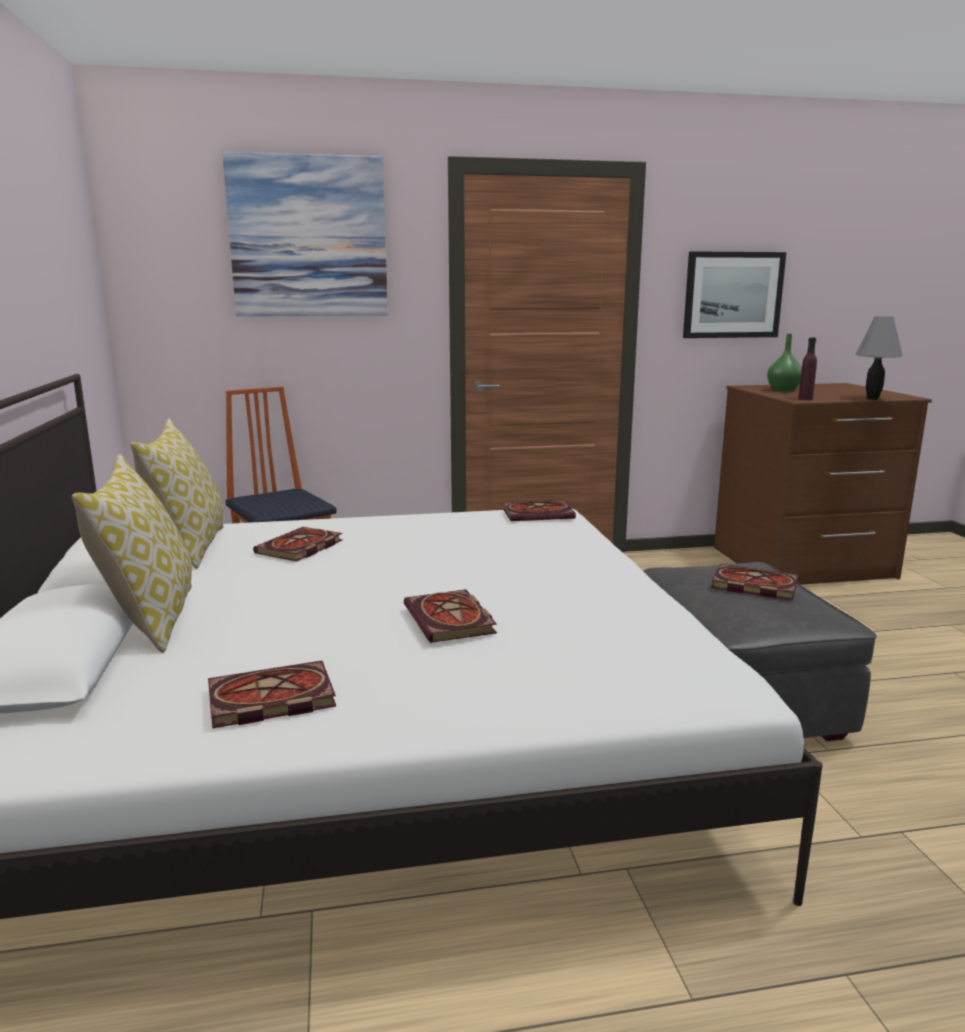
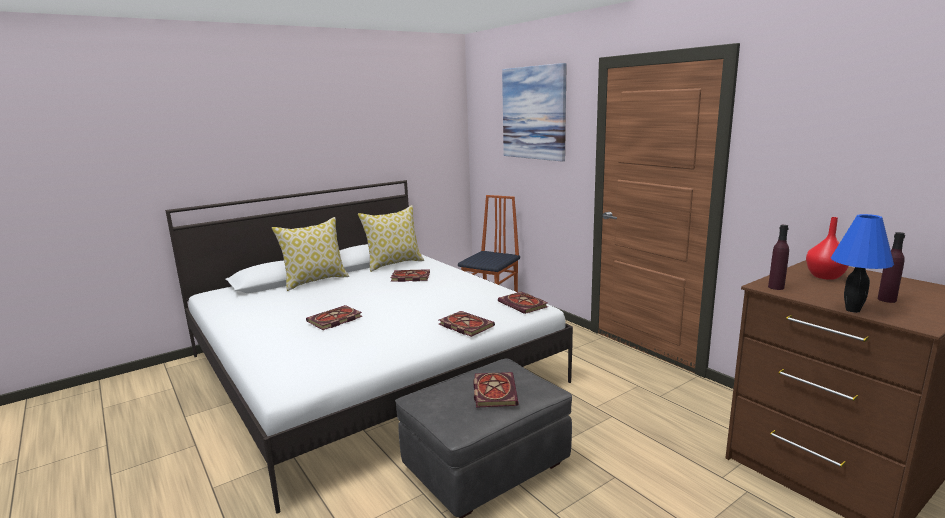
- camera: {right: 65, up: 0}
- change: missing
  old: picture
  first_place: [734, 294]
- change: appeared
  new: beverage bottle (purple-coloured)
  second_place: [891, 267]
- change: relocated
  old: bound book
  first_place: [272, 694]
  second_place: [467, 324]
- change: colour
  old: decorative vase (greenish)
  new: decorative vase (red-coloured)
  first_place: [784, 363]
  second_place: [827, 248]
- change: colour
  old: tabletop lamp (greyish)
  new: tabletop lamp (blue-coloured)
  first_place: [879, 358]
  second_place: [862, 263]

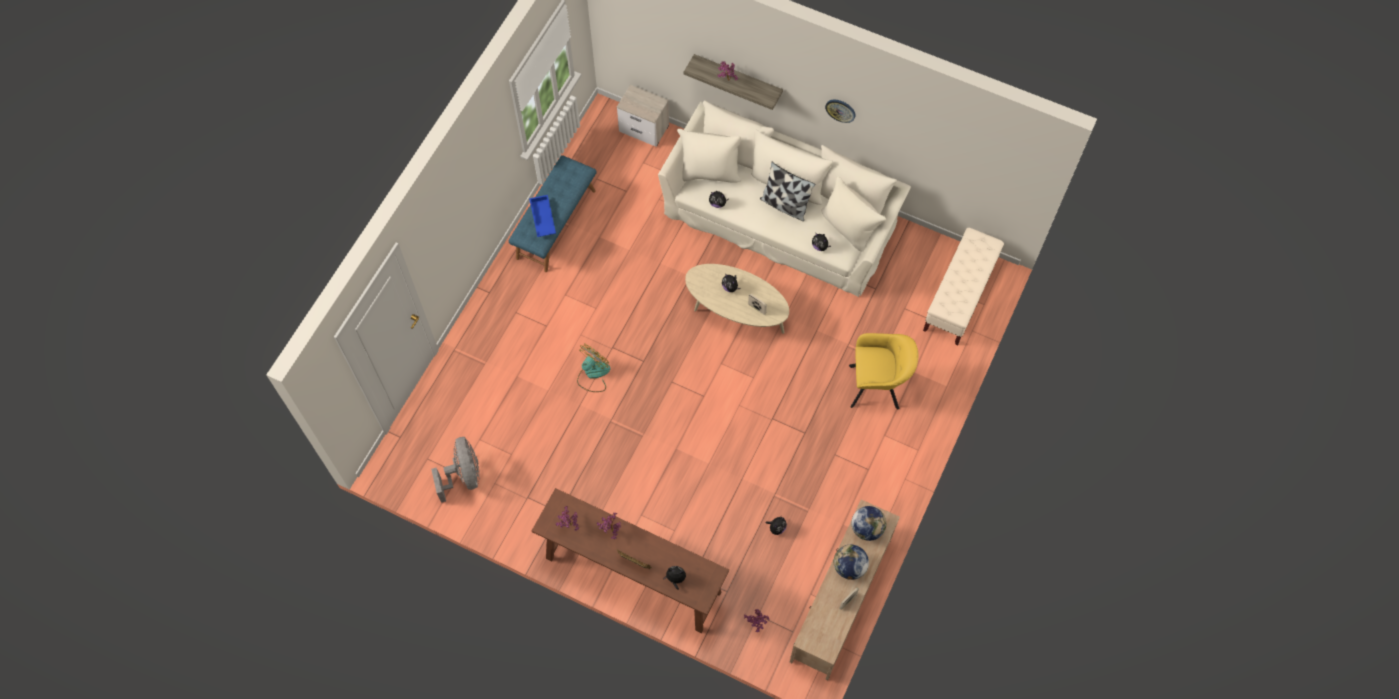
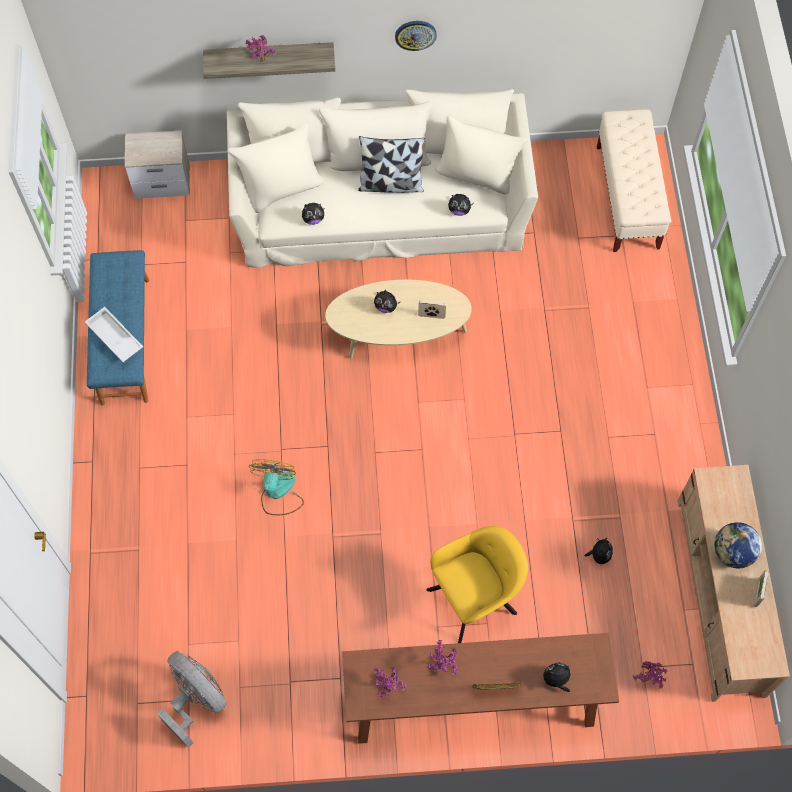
- camera: {right: -30, up: 0}
- change: missing
  old: world globe
  first_place: [868, 523]
- change: relocated
  old: easy chair (yellowish)
  first_place: [884, 371]
  second_place: [477, 584]
- change: colour
  old: tray (blue-coloured)
  new: tray (white-coloured)
  first_place: [542, 216]
  second_place: [114, 334]

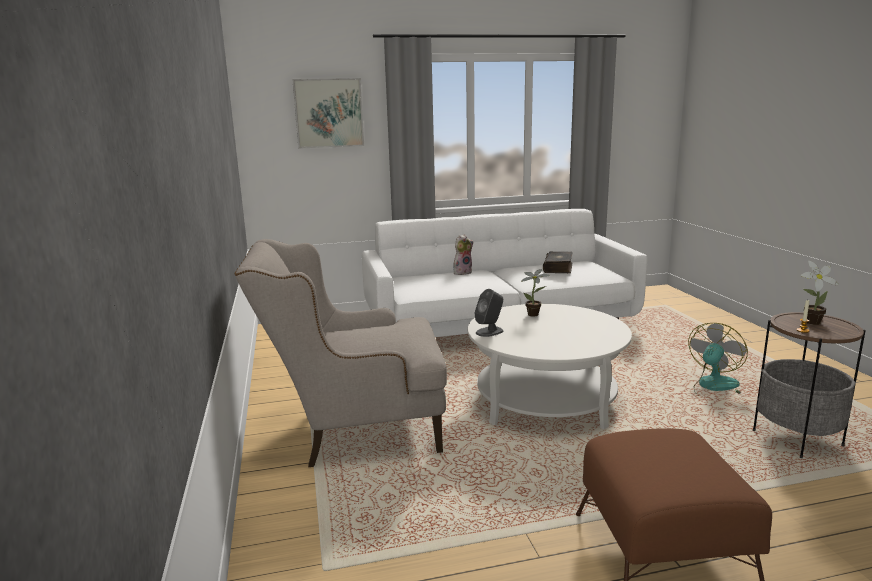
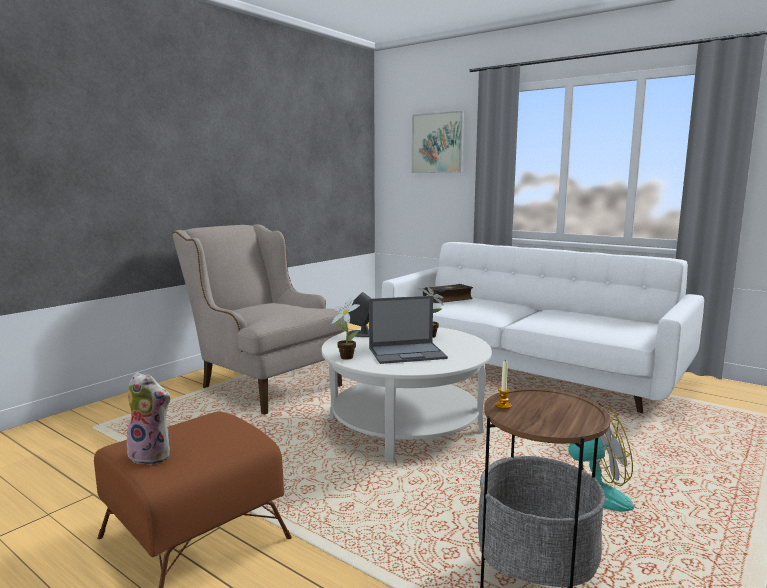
- camera: {right: 50, up: -5}
- change: appeared
  new: laptop
  second_place: [408, 330]
- change: relocated
  old: plush toy
  first_place: [464, 254]
  second_place: [147, 418]
- change: relocated
  old: bound book
  first_place: [558, 262]
  second_place: [448, 293]
- change: relocated
  old: potted plant
  first_place: [819, 293]
  second_place: [346, 328]

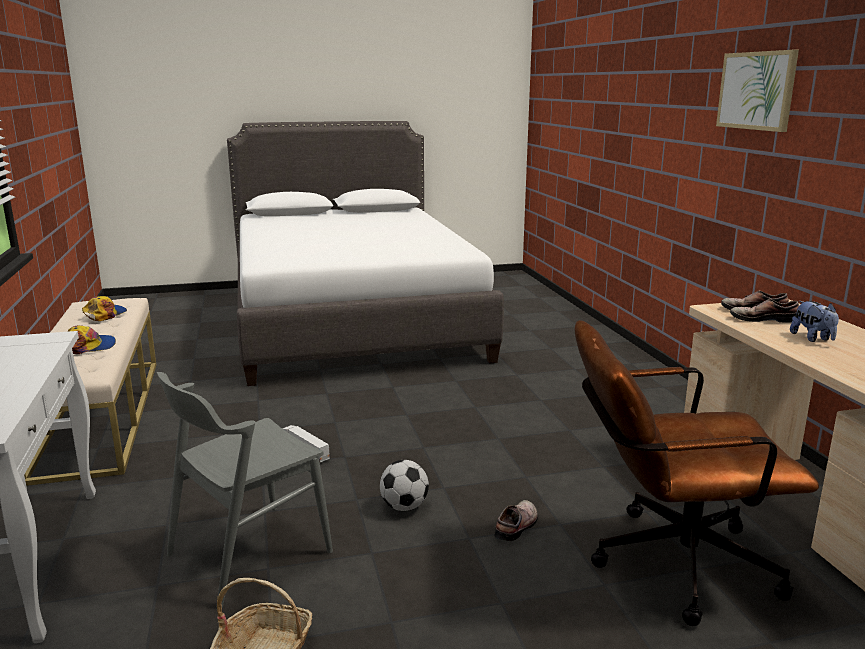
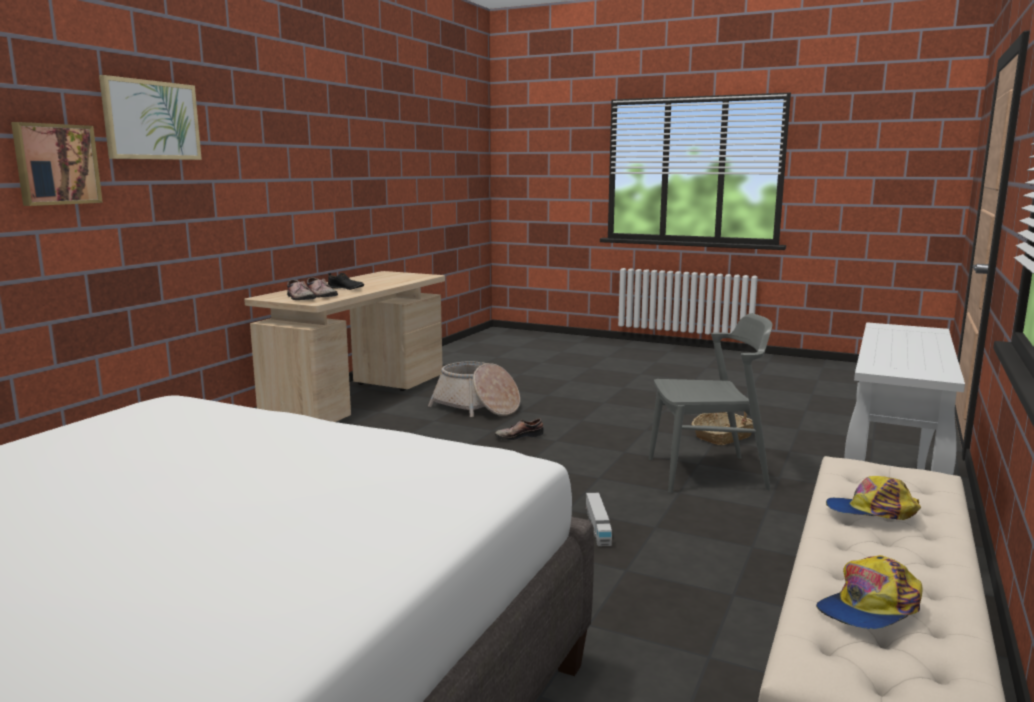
- camera: {right: -140, up: -5}
- change: missing
  old: ball for football
  first_place: [404, 485]
- change: appeared
  new: picture
  second_place: [57, 164]
- change: exchanged
  old: computer chair (brown)
  new: household basket
  first_place: [696, 473]
  second_place: [474, 389]
- change: exchanged
  old: plush toy
  new: item of footwear (black)
  first_place: [814, 321]
  second_place: [346, 281]

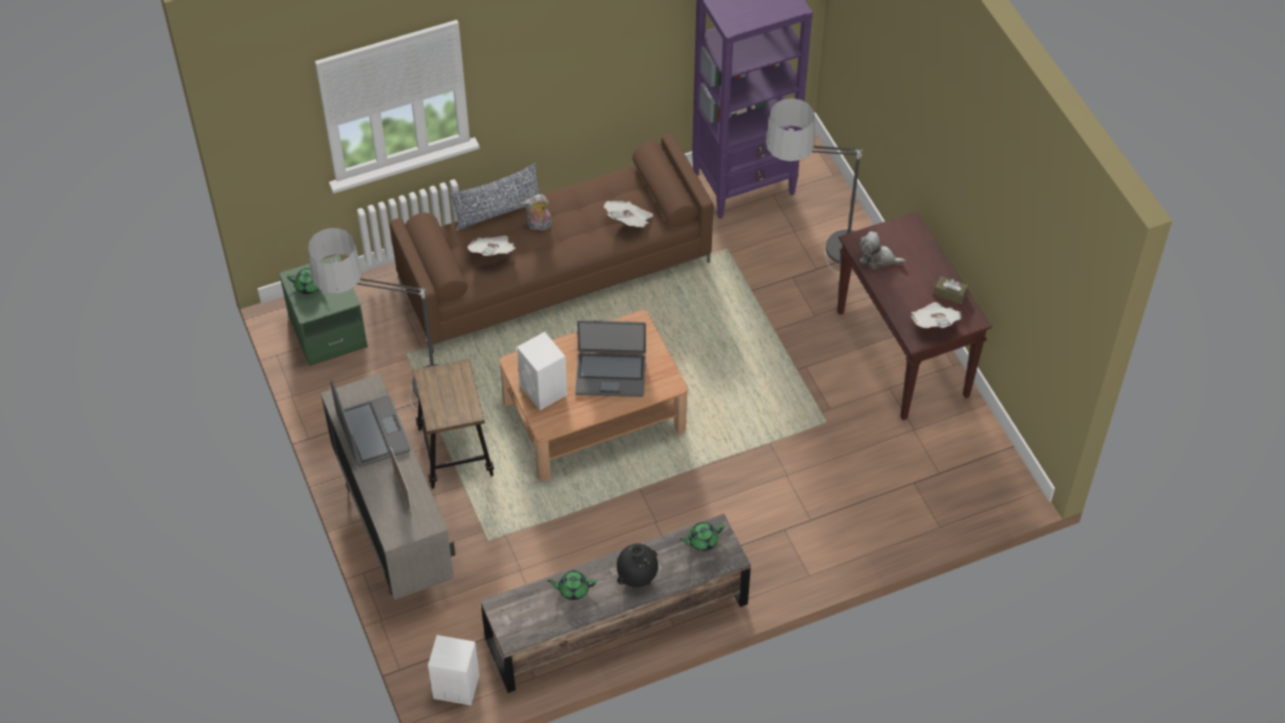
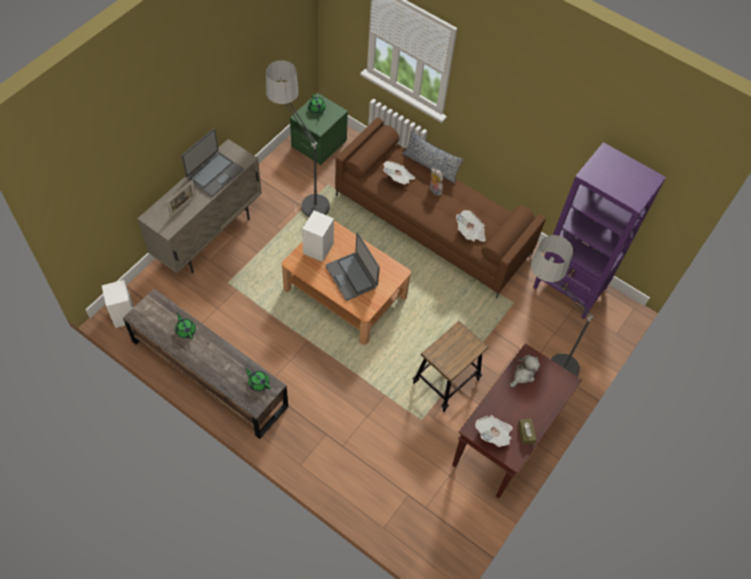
- camera: {right: 55, up: 5}
- change: missing
  old: decorative vase (black)
  first_place: [637, 565]
- change: relocated
  old: sitting stool
  first_place: [453, 424]
  second_place: [450, 366]
- change: spun
  old: plush toy
  first_place: [882, 250]
  second_place: [525, 370]
  degrees: 60

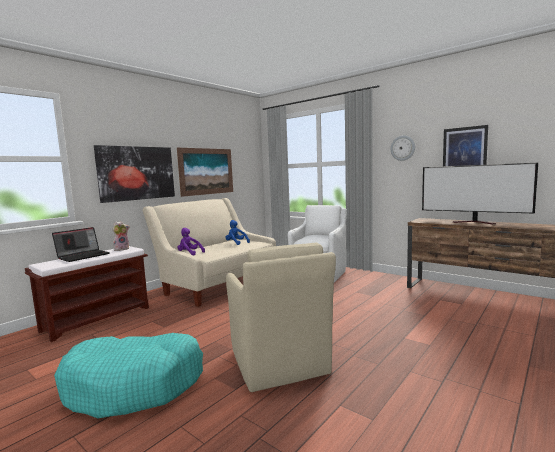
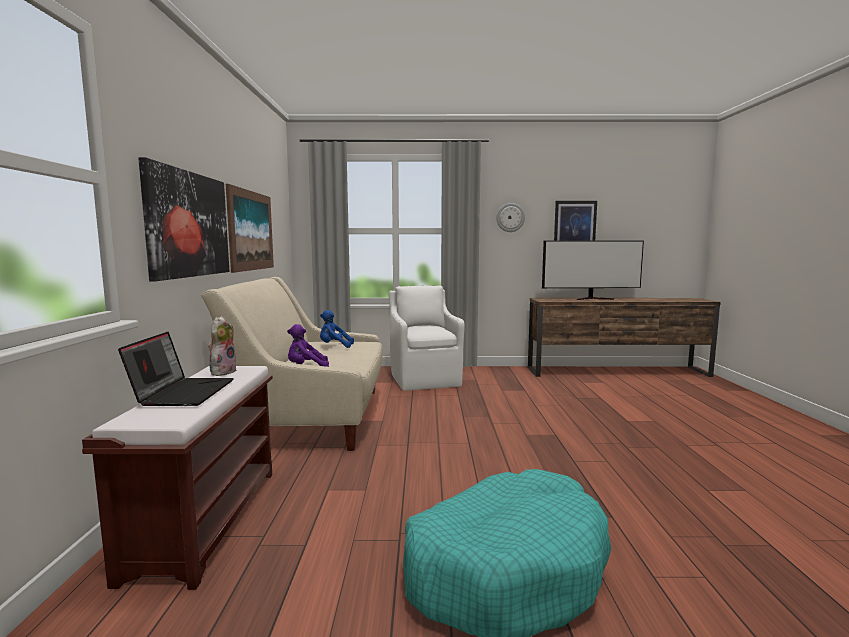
- camera: {right: -40, up: 0}
- change: missing
  old: easy chair (sand-coloured)
  first_place: [281, 317]

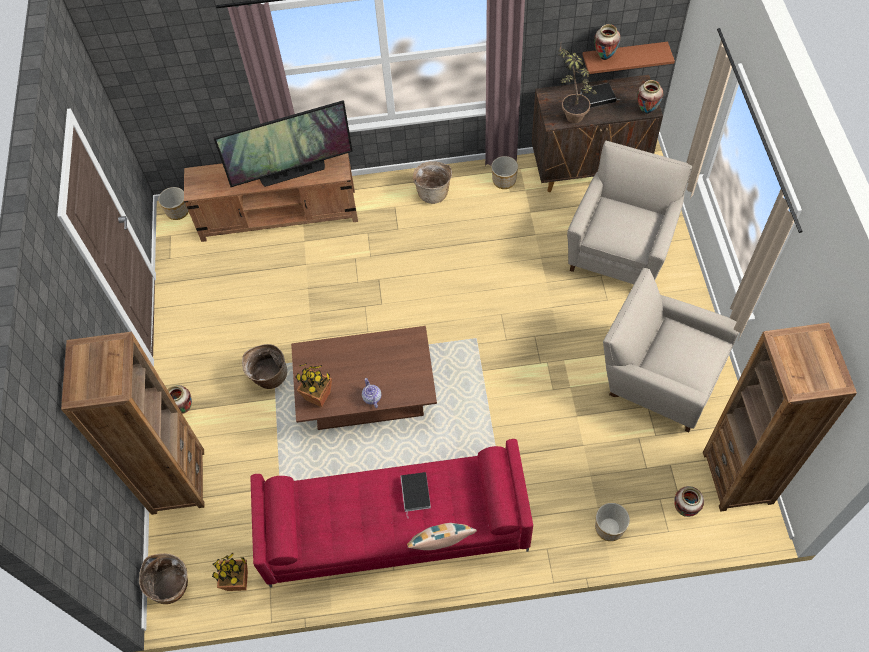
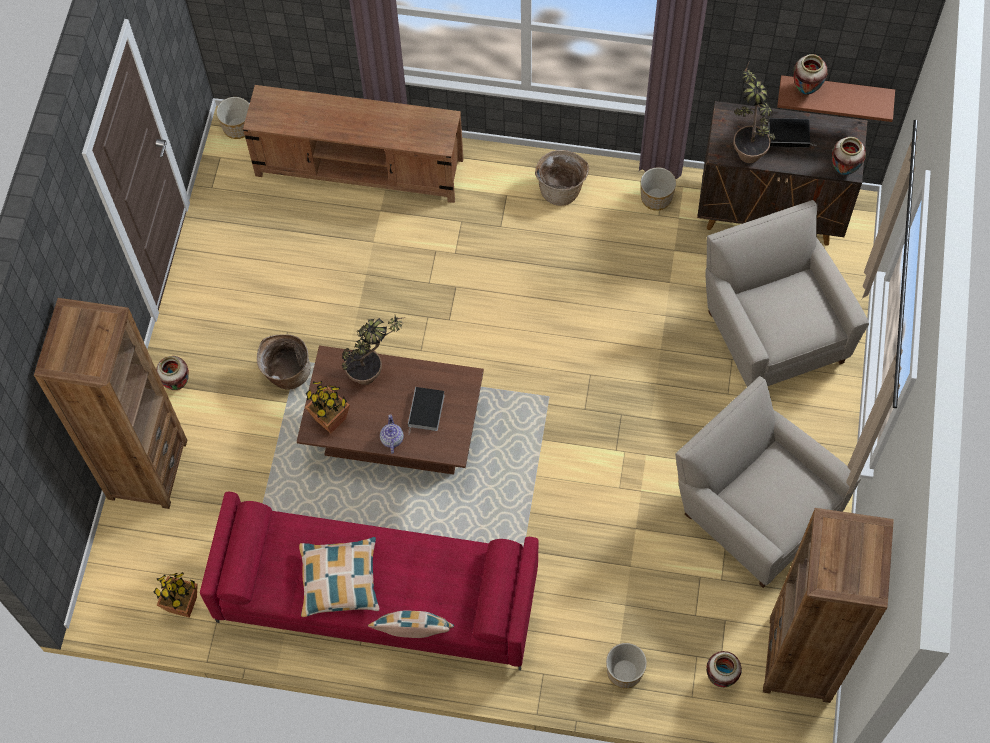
- camera: {right: 15, up: 5}
- change: missing
  old: household basket
  first_place: [163, 578]
- change: missing
  old: TV
  first_place: [283, 143]
- change: appeared
  new: throw pillow
  second_place: [339, 577]
- change: appeared
  new: potted plant
  second_place: [374, 350]
- change: relocated
  old: bound book
  first_place: [415, 495]
  second_place: [426, 409]
- change: spun
  old: easy chair (sand-coloured)
  first_place: [629, 212]
  second_place: [787, 293]
  degrees: -60

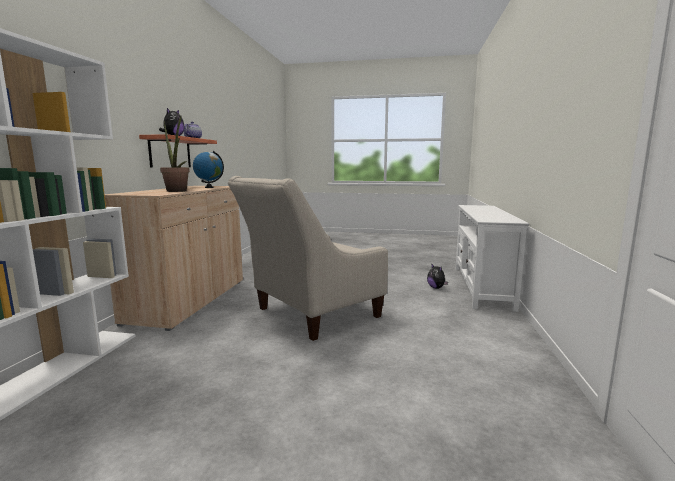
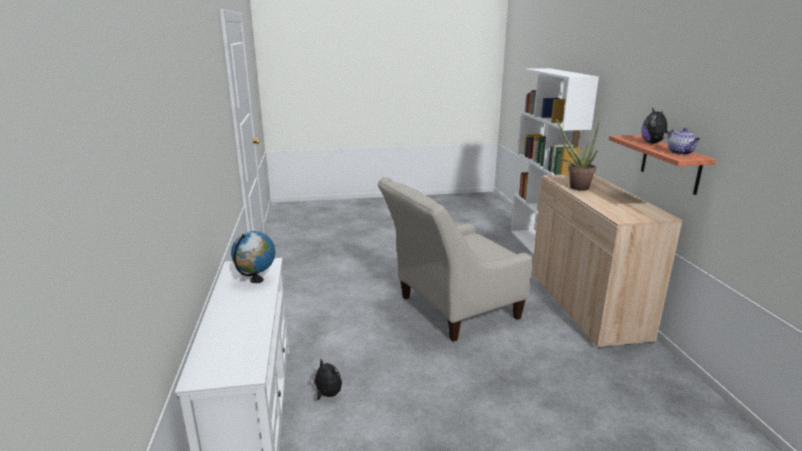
- camera: {right: 160, up: 10}
- change: relocated
  old: world globe
  first_place: [208, 169]
  second_place: [253, 257]
- change: spun
  old: easy chair (sand-coloured)
  first_place: [308, 258]
  second_place: [455, 259]
  degrees: -150

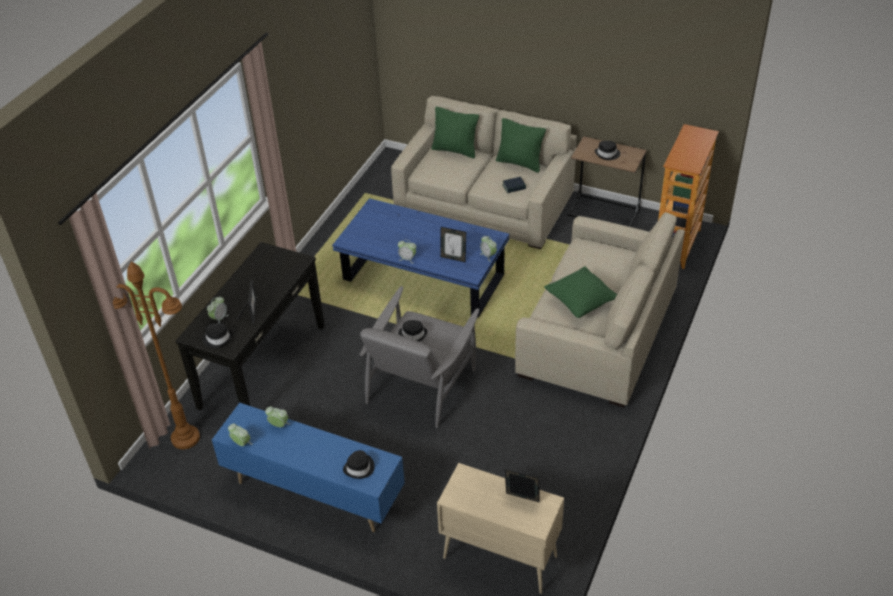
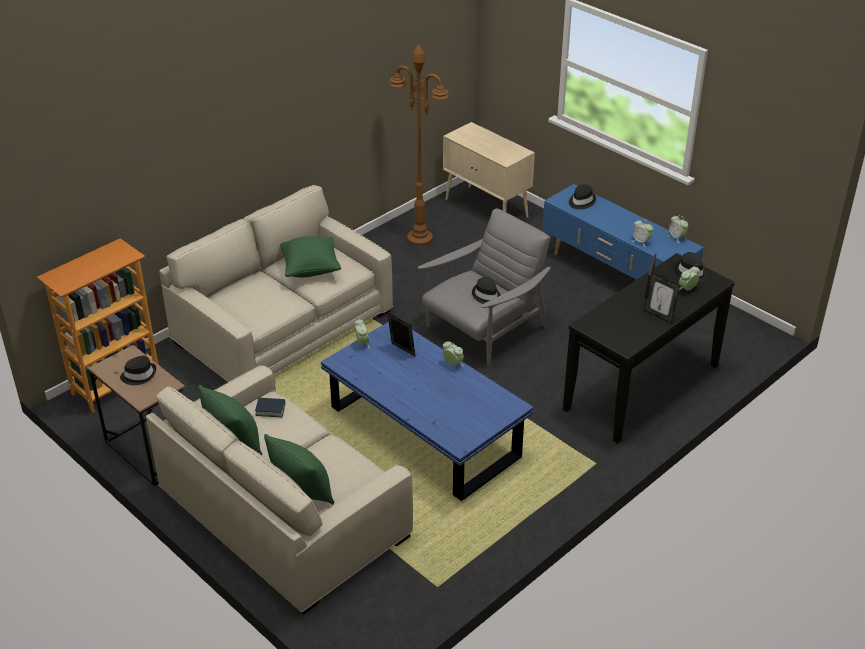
- camera: {right: -160, up: -5}
- change: relocated
  old: standing lamp (brown)
  first_place: [156, 355]
  second_place: [419, 145]
- change: relocated
  old: picture frame
  first_place: [522, 486]
  second_place: [662, 298]

